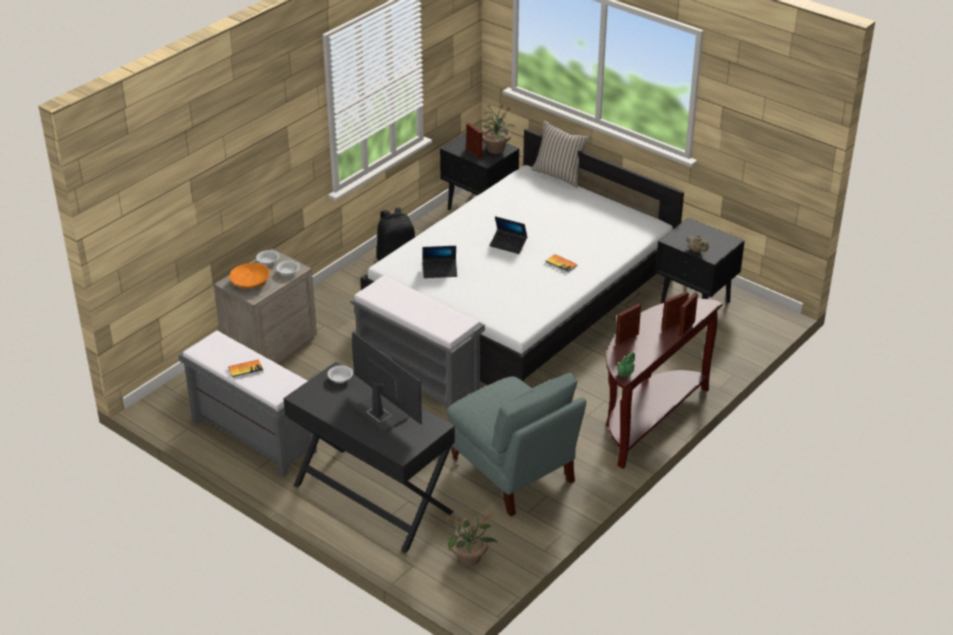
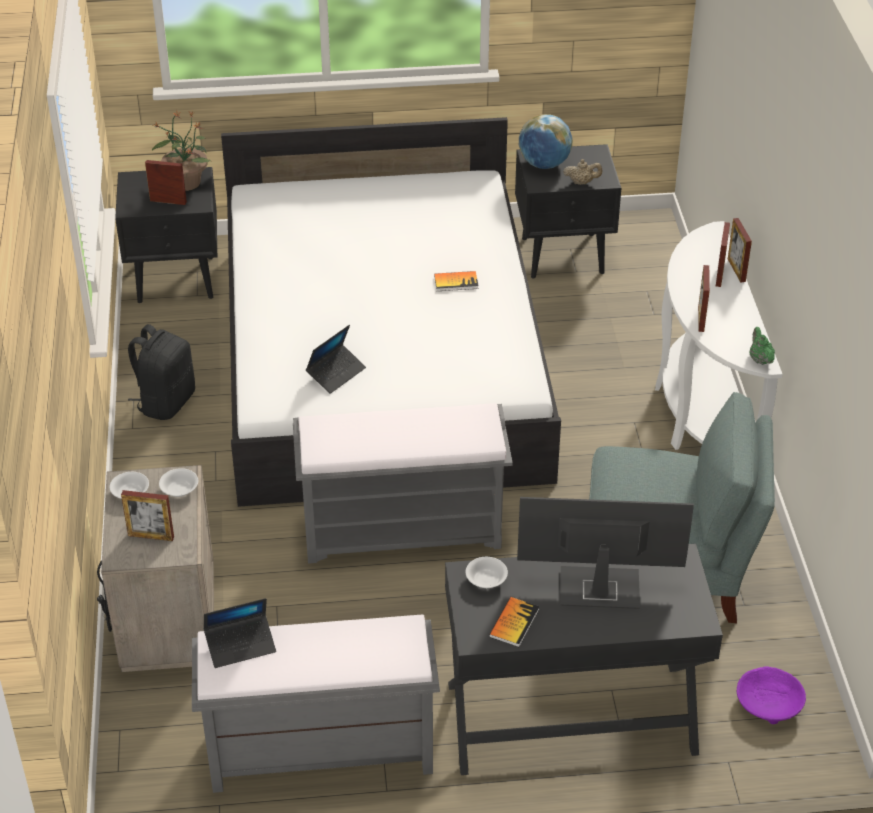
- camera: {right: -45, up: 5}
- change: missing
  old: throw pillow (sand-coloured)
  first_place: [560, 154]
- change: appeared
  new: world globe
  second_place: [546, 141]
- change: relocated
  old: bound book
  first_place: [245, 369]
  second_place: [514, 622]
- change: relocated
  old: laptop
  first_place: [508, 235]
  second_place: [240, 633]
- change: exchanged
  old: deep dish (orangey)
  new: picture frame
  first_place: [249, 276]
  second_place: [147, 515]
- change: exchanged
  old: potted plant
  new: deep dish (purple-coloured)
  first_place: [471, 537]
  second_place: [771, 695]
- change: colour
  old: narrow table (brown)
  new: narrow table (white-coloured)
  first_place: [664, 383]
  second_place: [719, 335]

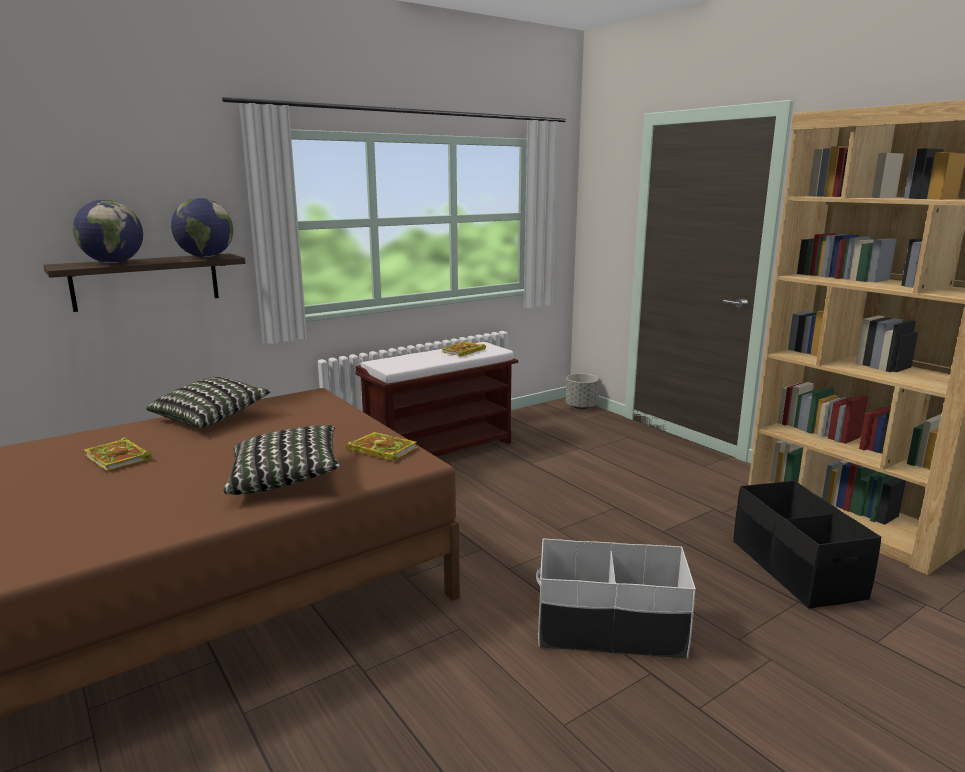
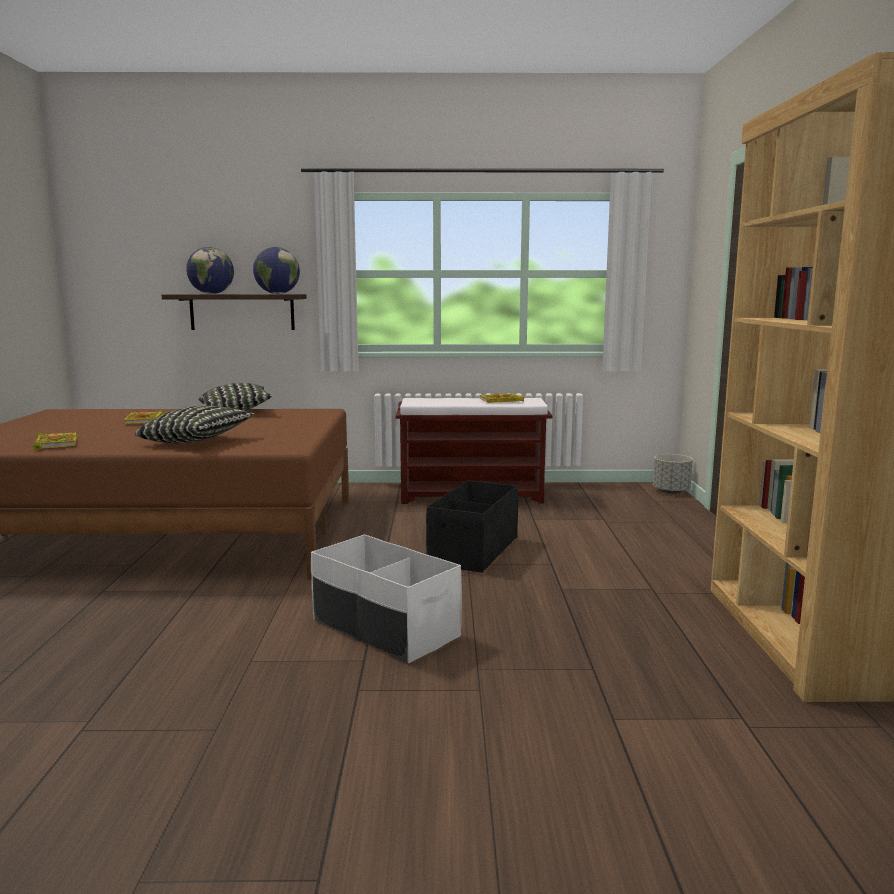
- camera: {right: 35, up: -5}
- change: relocated
  old: bound book
  first_place: [381, 447]
  second_place: [55, 441]
- change: relocated
  old: storage box (black)
  first_place: [807, 544]
  second_place: [472, 526]

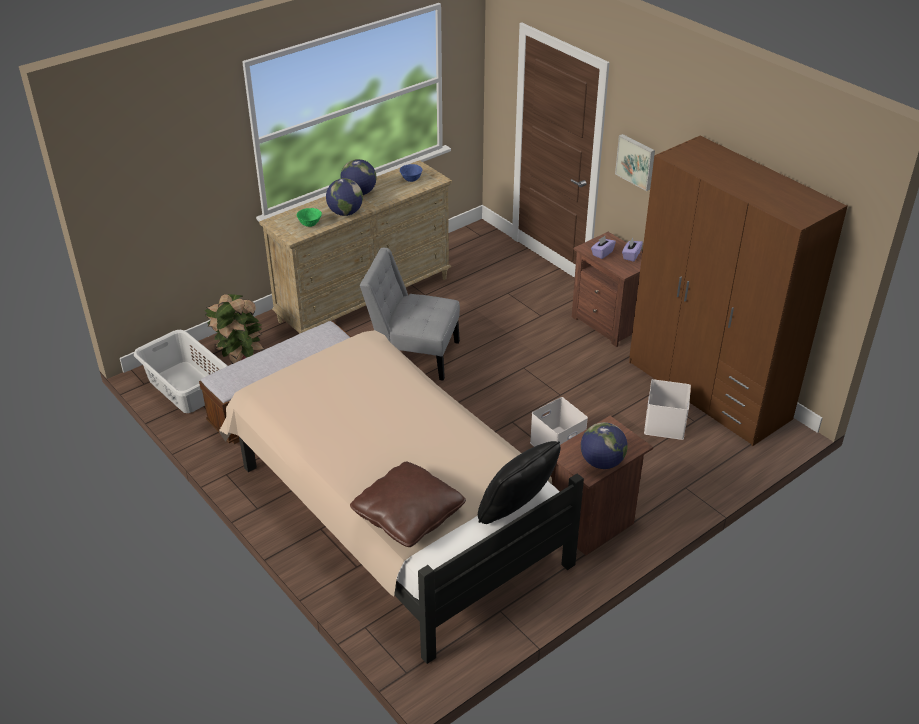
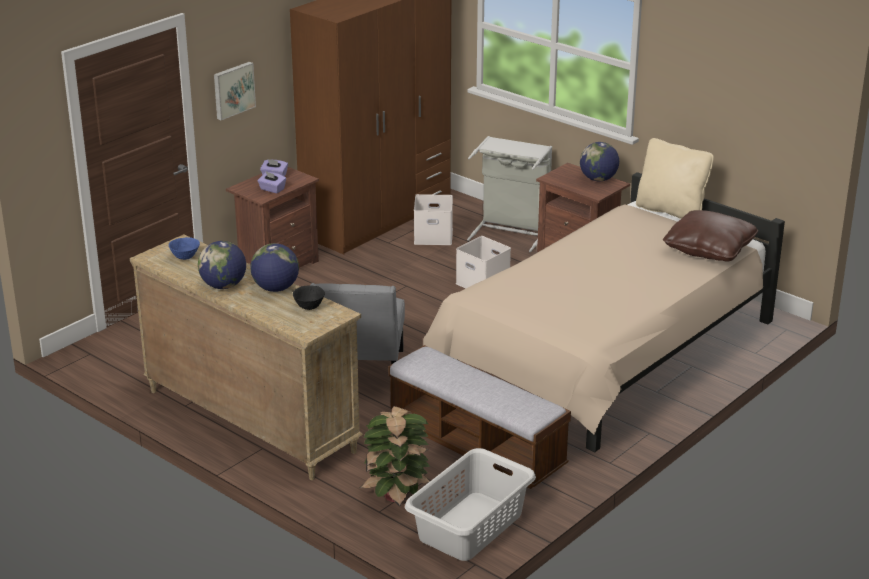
- camera: {right: -100, up: -10}
- change: appeared
  new: laundry basket (greyish)
  second_place: [510, 194]
- change: colour
  old: deep dish (greenish)
  new: deep dish (black)
  first_place: [309, 217]
  second_place: [309, 298]
- change: colour
  old: throw pillow (black)
  new: throw pillow (sand-coloured)
  first_place: [519, 482]
  second_place: [675, 178]

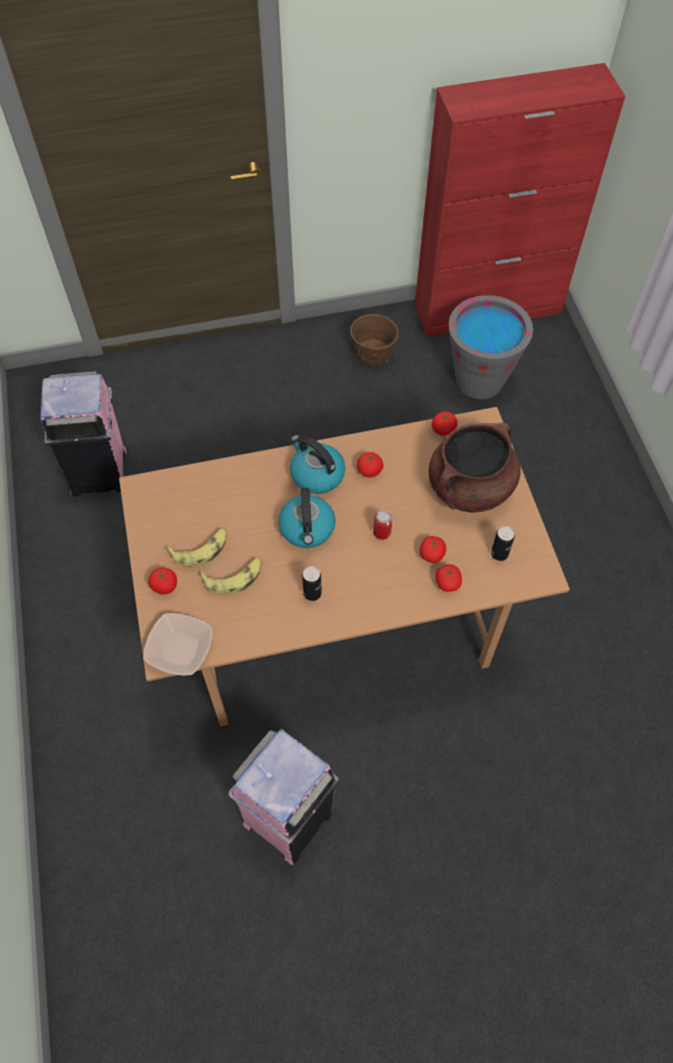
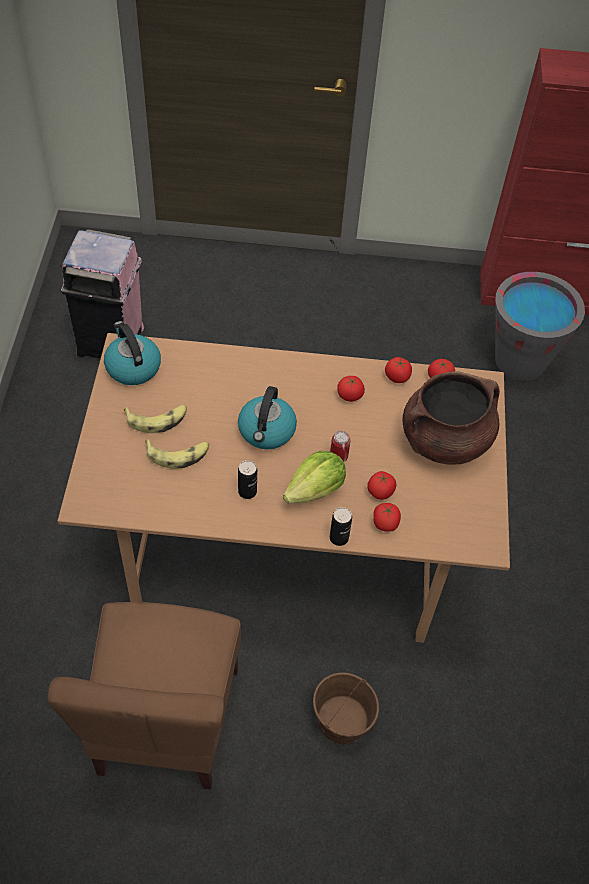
- camera: {right: 15, up: -5}
- change: missing
  old: deep dish
  first_place: [177, 644]
- change: appeared
  new: head of lettuce
  second_place: [314, 477]
- change: relocated
  old: whole tomato
  first_place: [162, 581]
  second_place: [398, 370]
- change: relocated
  old: tea kettle
  first_place: [317, 464]
  second_place: [132, 353]
- change: relocated
  old: pail (brown)
  first_place: [374, 338]
  second_place: [346, 708]
- change: relocated
  old: metal can
  first_place: [503, 543]
  second_place: [341, 526]
- change: exchanged
  old: trash can (pink)
  new: plain chair (brown)
  first_place: [283, 797]
  second_place: [144, 695]

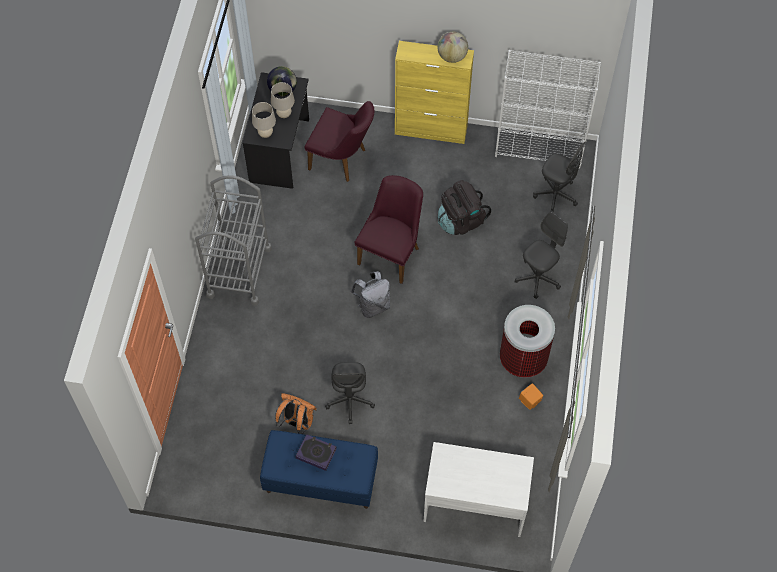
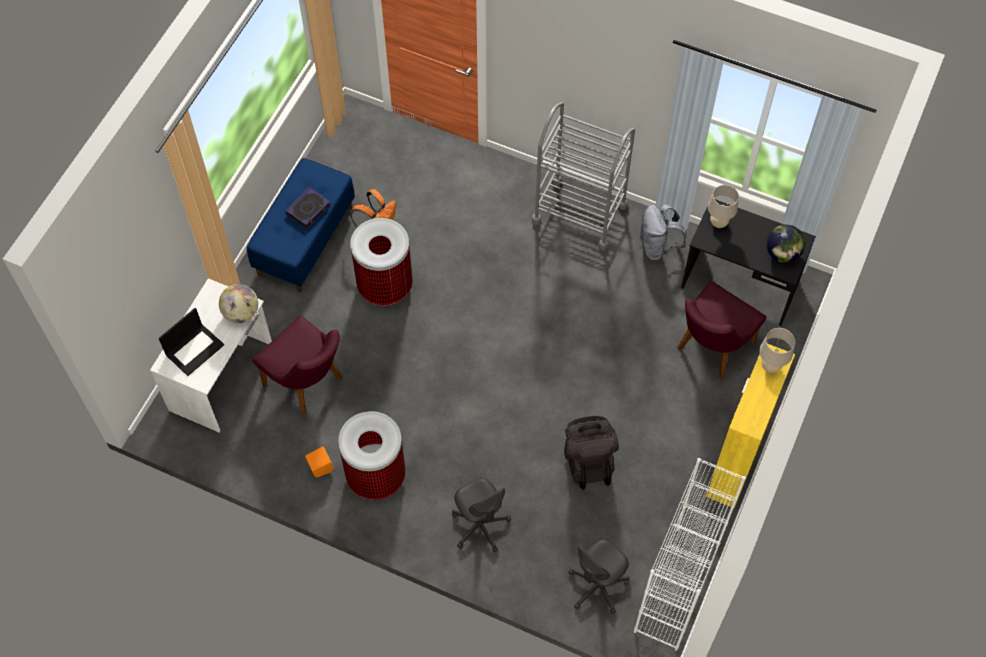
- camera: {right: 105, up: 0}
- change: appeared
  new: laptop
  second_place: [191, 342]
- change: relocated
  old: tabletop lamp (sand-coloured)
  first_place: [283, 100]
  second_place: [777, 350]
- change: relocated
  old: backpack (greyish)
  first_place: [370, 294]
  second_place: [662, 232]
- change: relocated
  old: plain chair (purple-coloured)
  first_place: [388, 229]
  second_place: [297, 364]
- change: relocated
  old: world globe
  first_place: [452, 47]
  second_place: [238, 303]
- change: exchanged
  old: computer chair (greyish)
  new: trash can
  first_place: [350, 393]
  second_place: [381, 262]

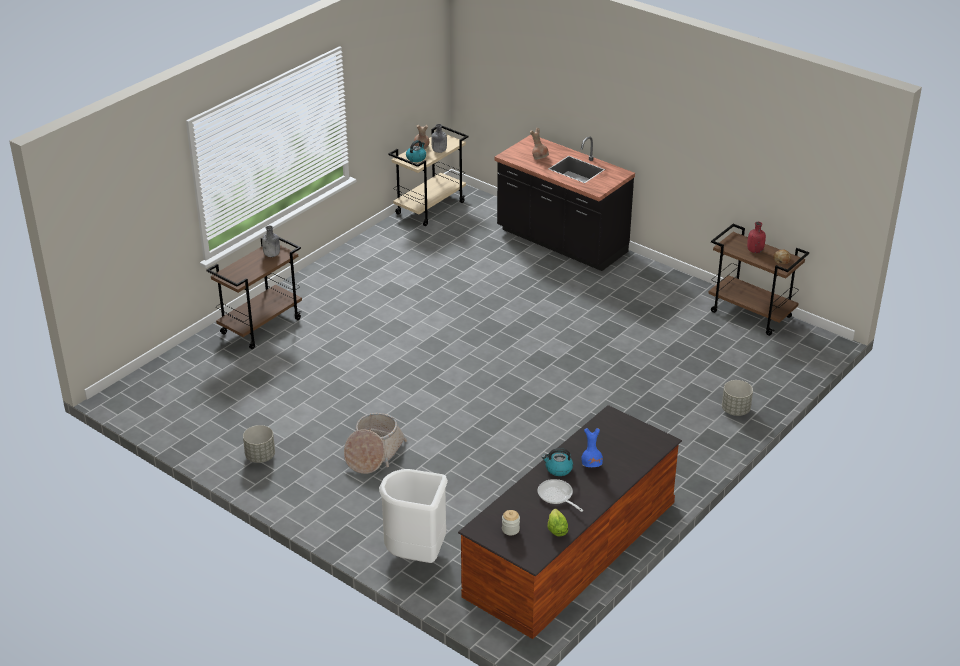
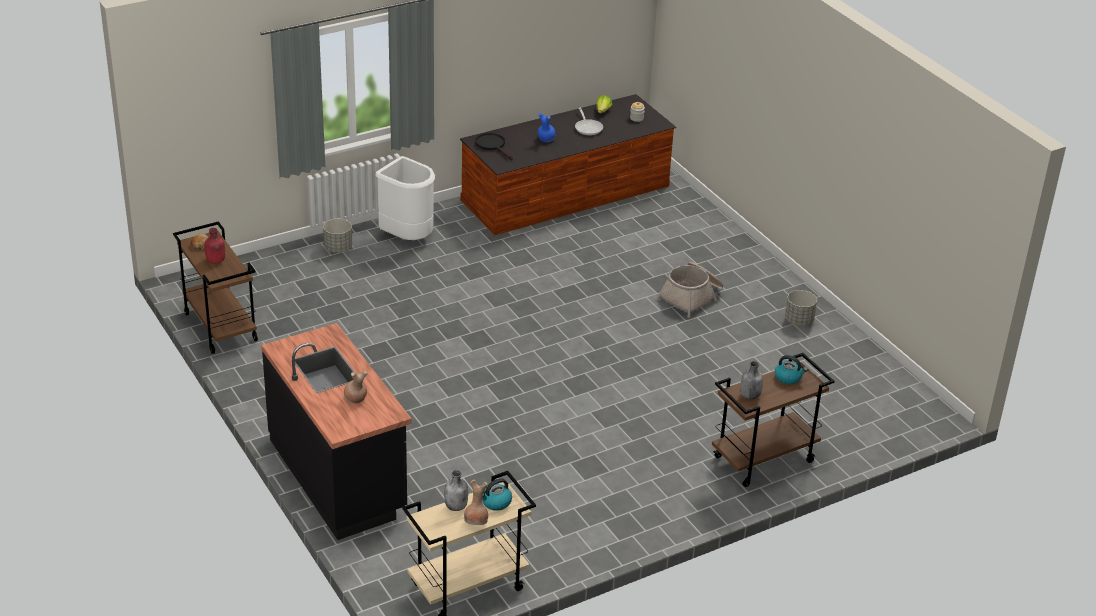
- camera: {right: -160, up: 0}
- change: appeared
  new: frying pan (black)
  second_place: [494, 146]
- change: relocated
  old: trash can (white-coloured)
  first_place: [413, 516]
  second_place: [405, 198]
- change: relocated
  old: tea kettle
  first_place: [557, 462]
  second_place: [791, 369]

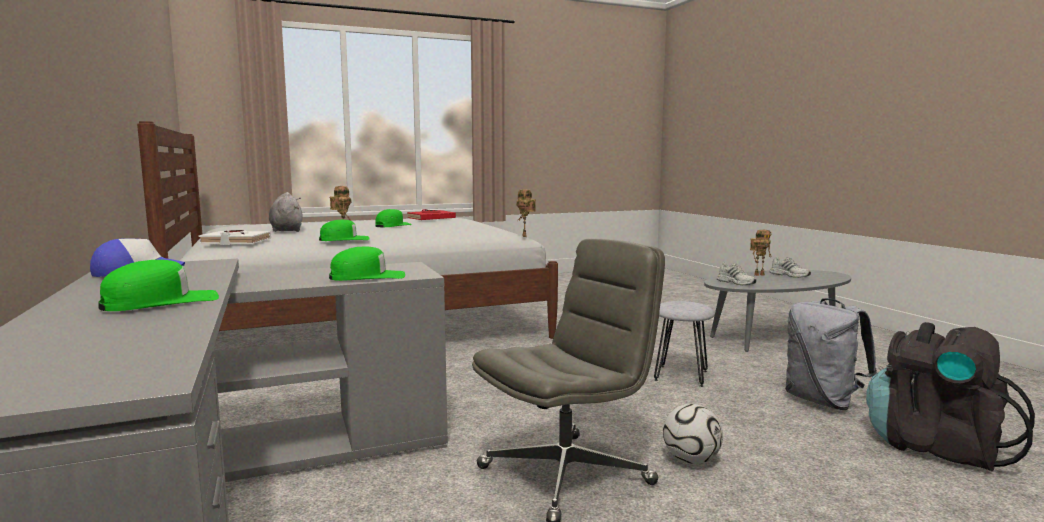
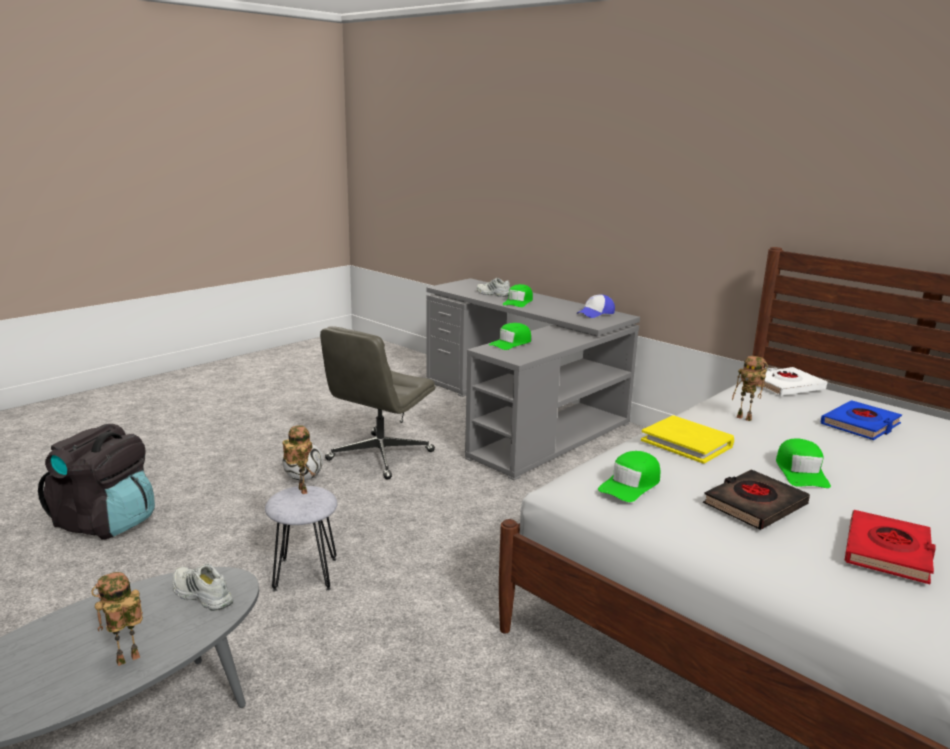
- camera: {right: 155, up: 10}
- change: missing
  old: backpack (greyish)
  first_place: [831, 354]
- change: appeared
  new: bound book (yellowish)
  second_place: [687, 440]
- change: appeared
  new: bound book (black)
  second_place: [756, 499]
- change: relocated
  old: cap (greenish)
  first_place: [344, 230]
  second_place: [629, 476]
- change: relocated
  old: model robot
  first_place: [526, 213]
  second_place: [298, 459]
- change: relocated
  old: item of footwear (white-coloured)
  first_place: [790, 267]
  second_place: [493, 287]
- change: exchanged
  old: plush toy (greyish)
  new: bound book (blue-coloured)
  first_place: [285, 212]
  second_place: [861, 420]

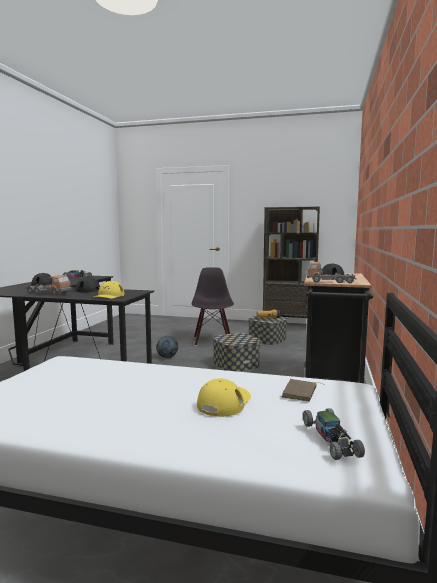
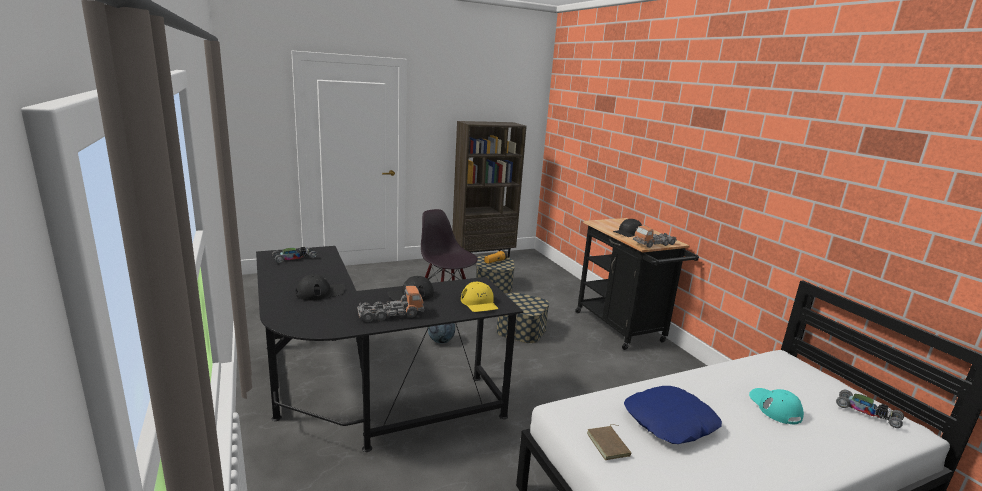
- camera: {right: -40, up: 10}
- change: appeared
  new: throw pillow (blue-coloured)
  second_place: [673, 415]
- change: relocated
  old: bound book (brown)
  first_place: [302, 390]
  second_place: [609, 442]
- change: colour
  old: cap (yellowish)
  new: cap (turquoise-coloured)
  first_place: [224, 398]
  second_place: [776, 406]

